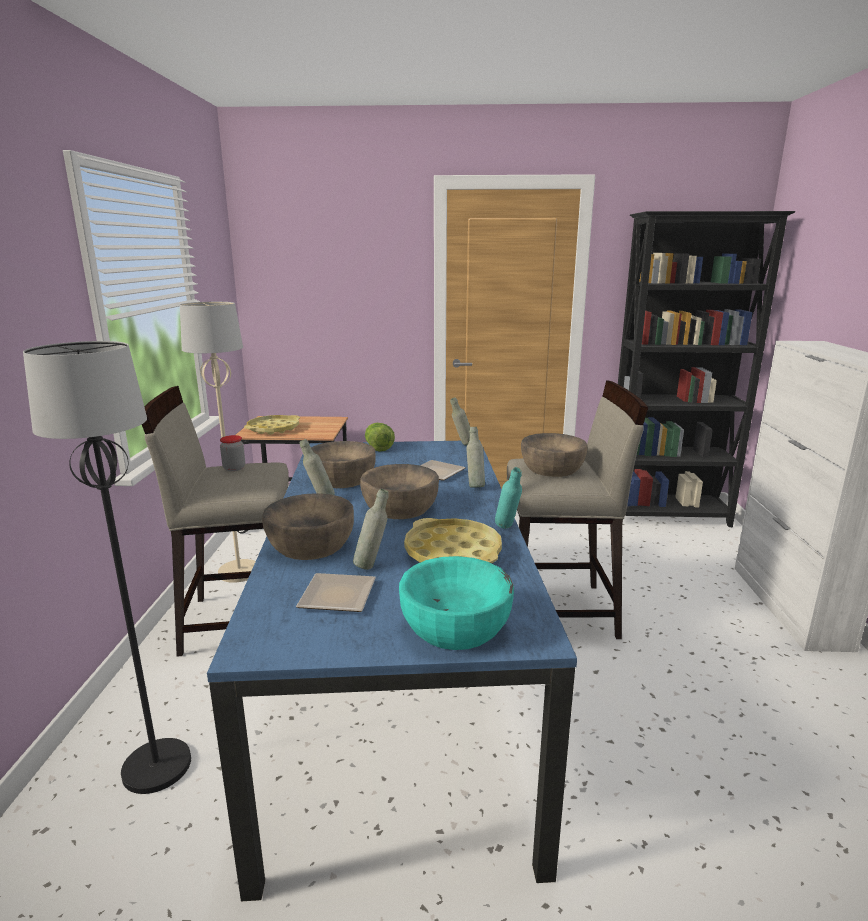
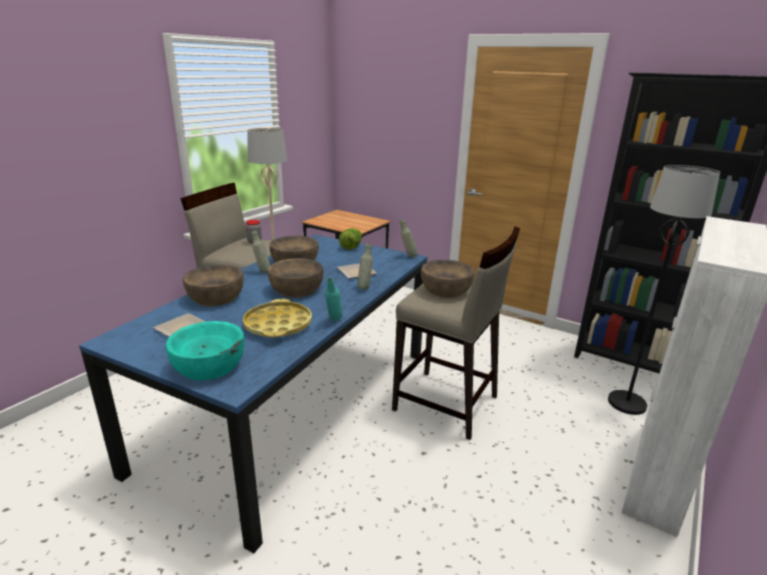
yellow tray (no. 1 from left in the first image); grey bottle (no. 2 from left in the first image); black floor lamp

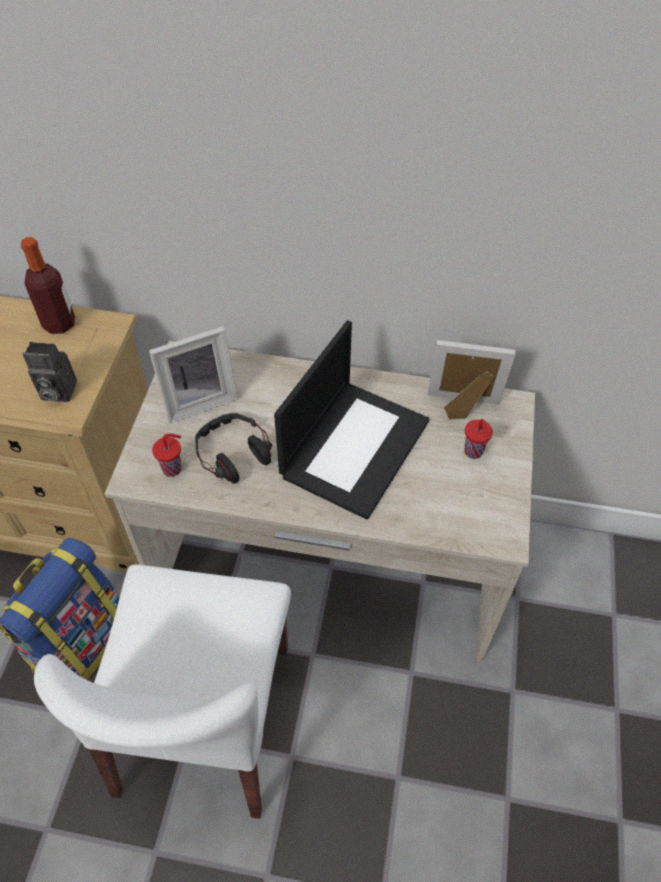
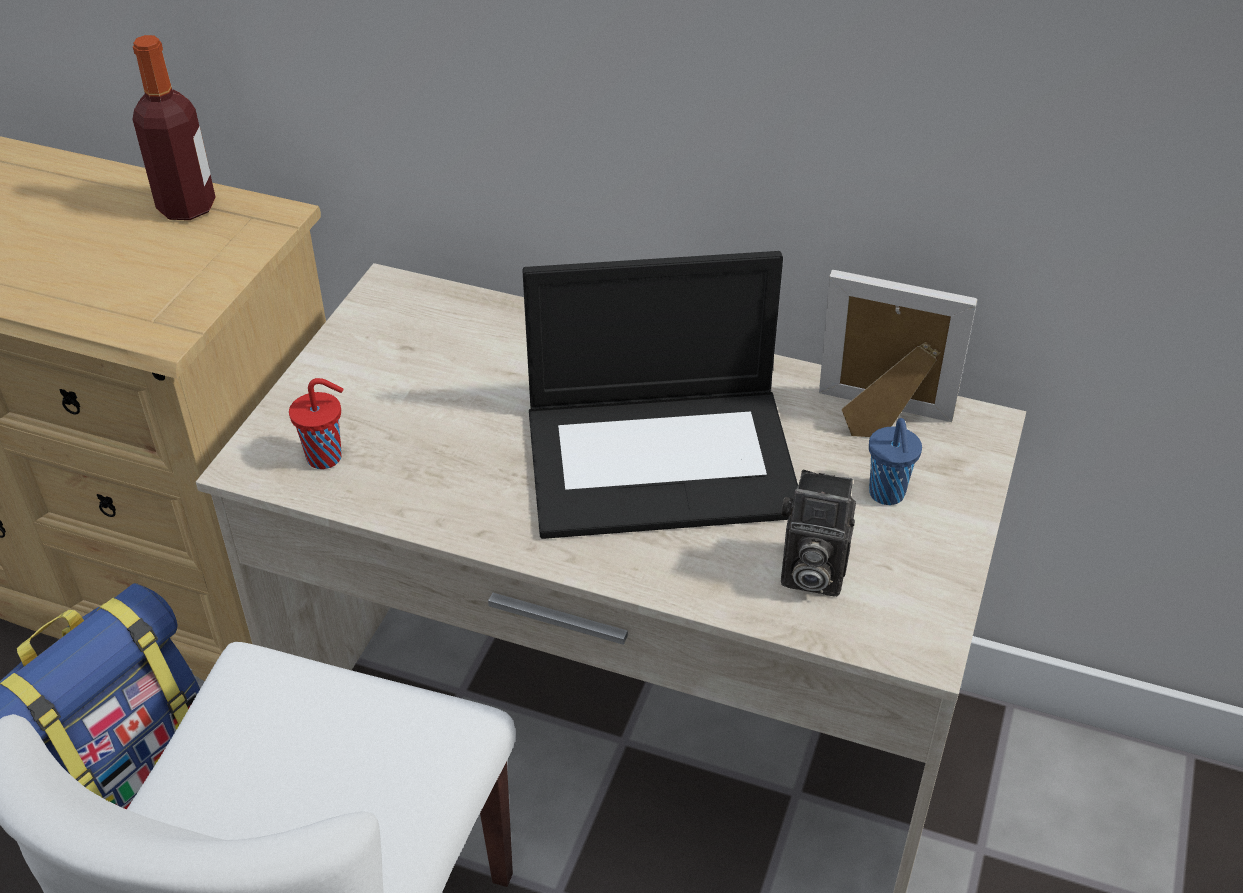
picture frame (no. 1 from left in the first image); headphones; photo camera; blue cup; laptop

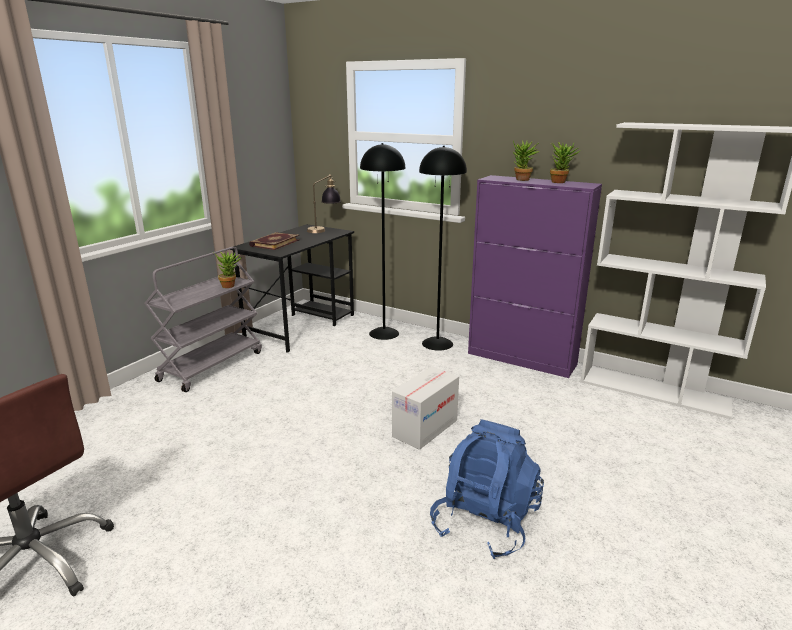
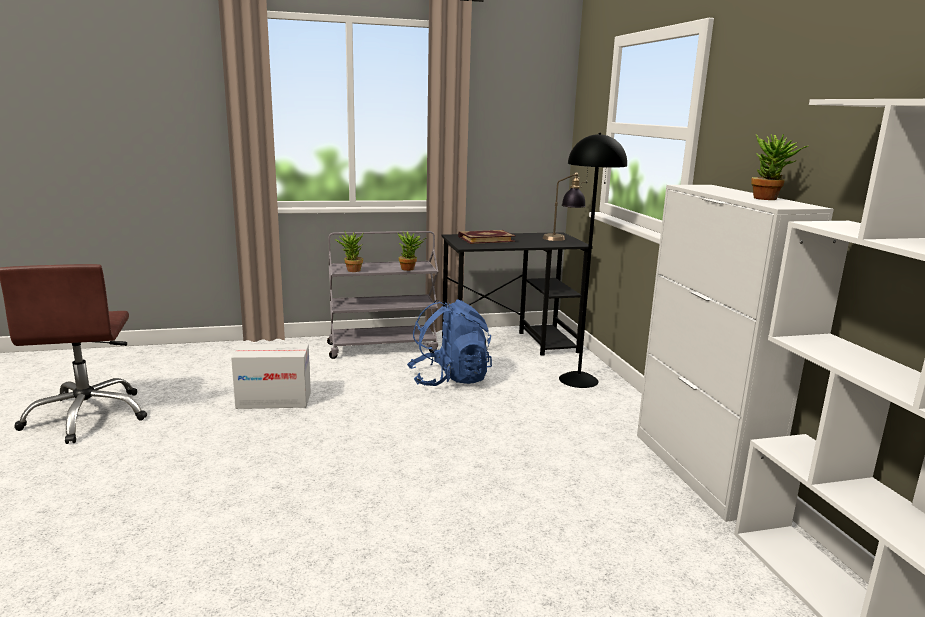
black floor lamp (no. 2 from left in the first image); cardboard box; blue backpack; potted plant (no. 1 from left); white cabinet

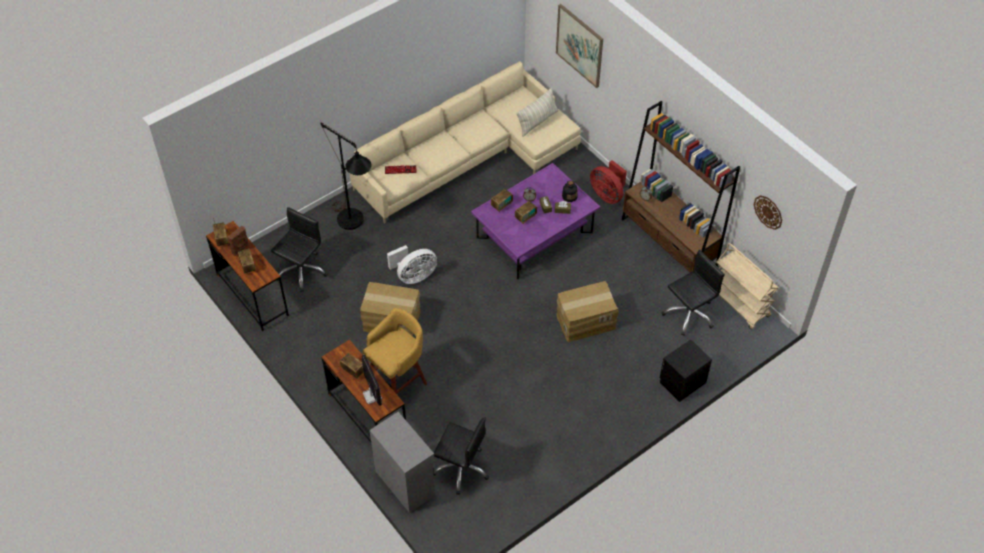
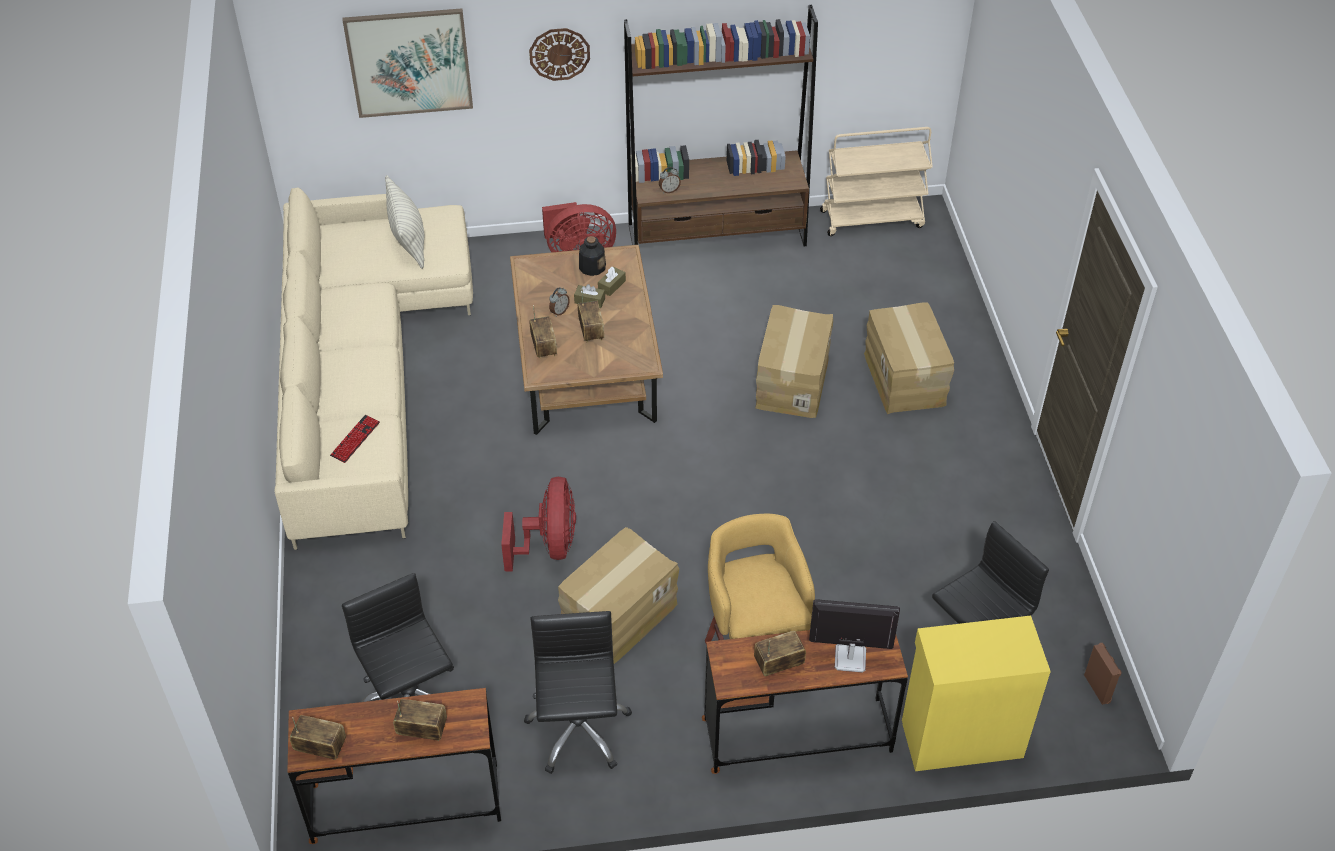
black floor lamp; black nightstand; cardboard box (no. 3 from left); brown speaker; black office chair (no. 2 from left); wall clock; yellow cabinet; red fan (no. 1 from left); brown coffee table

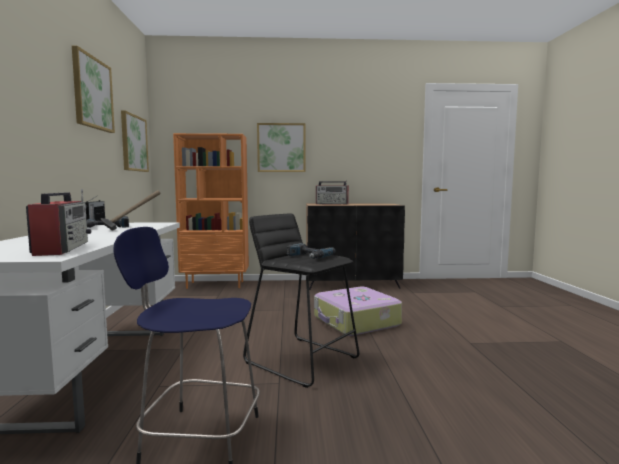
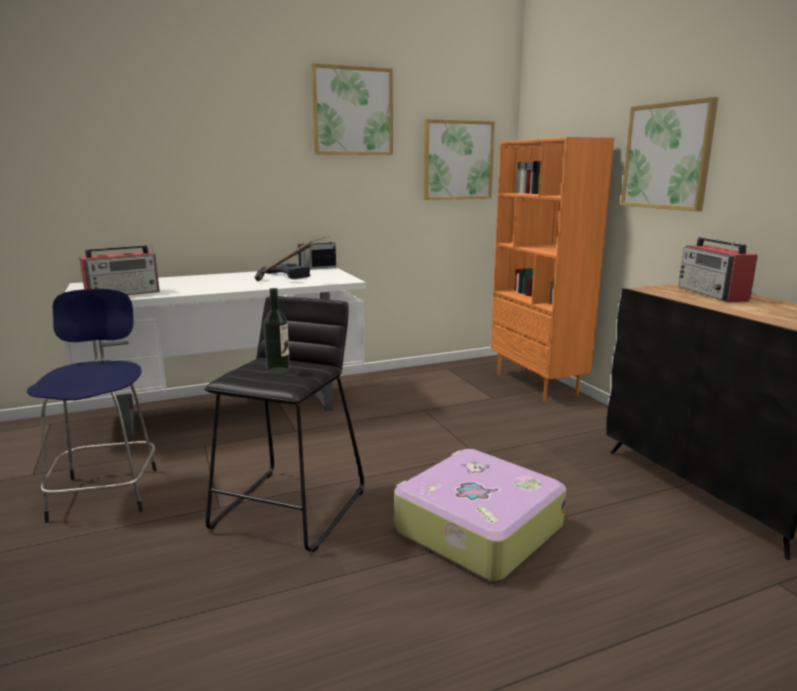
bottle

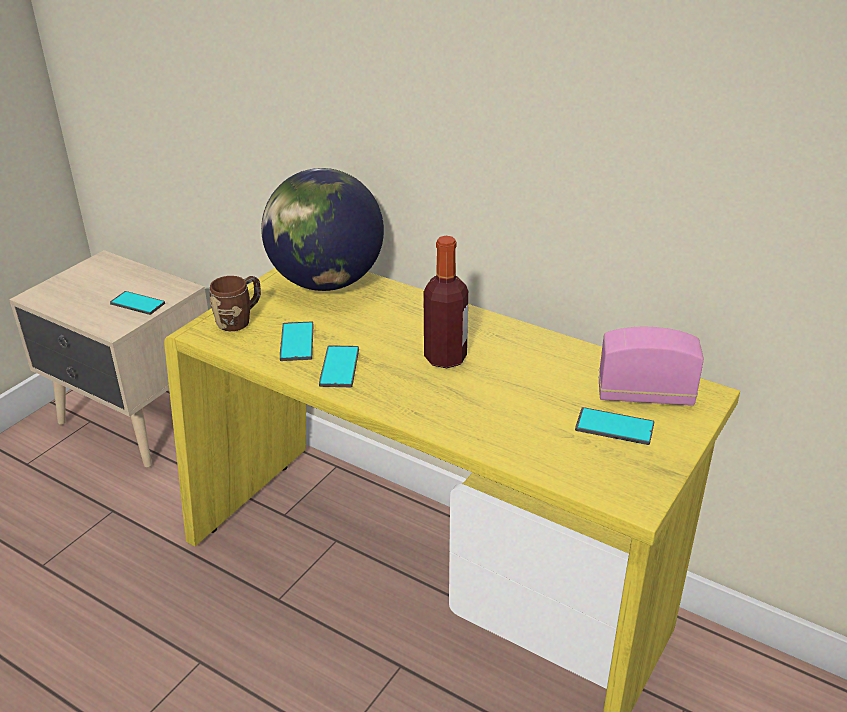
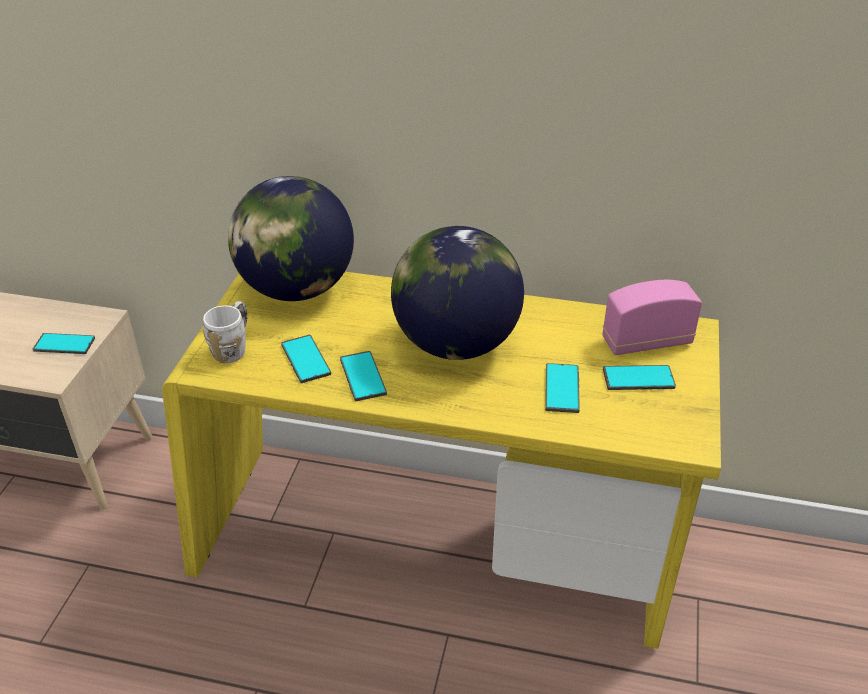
phone (no. 4 from left); globe (no. 2 from left); white mug

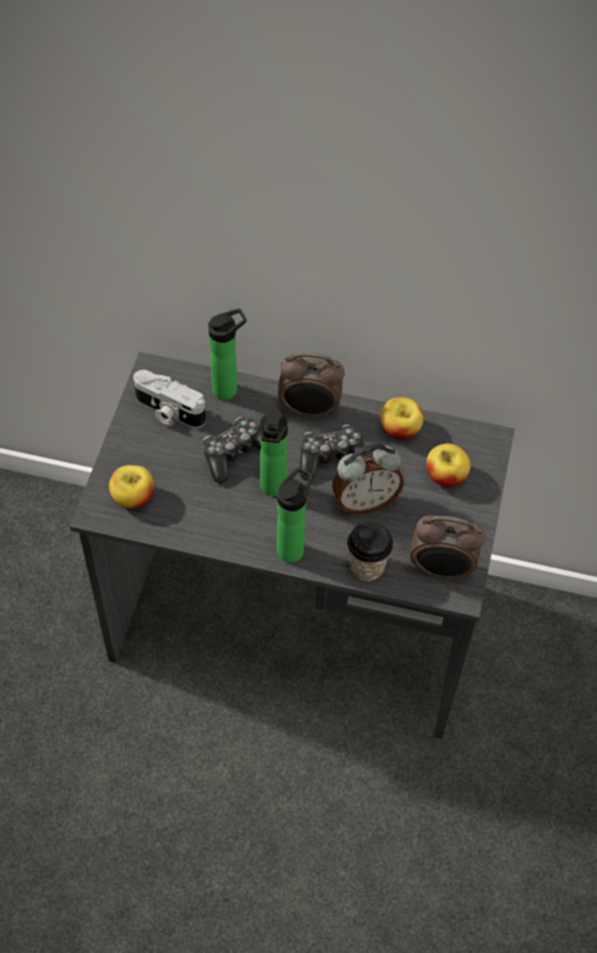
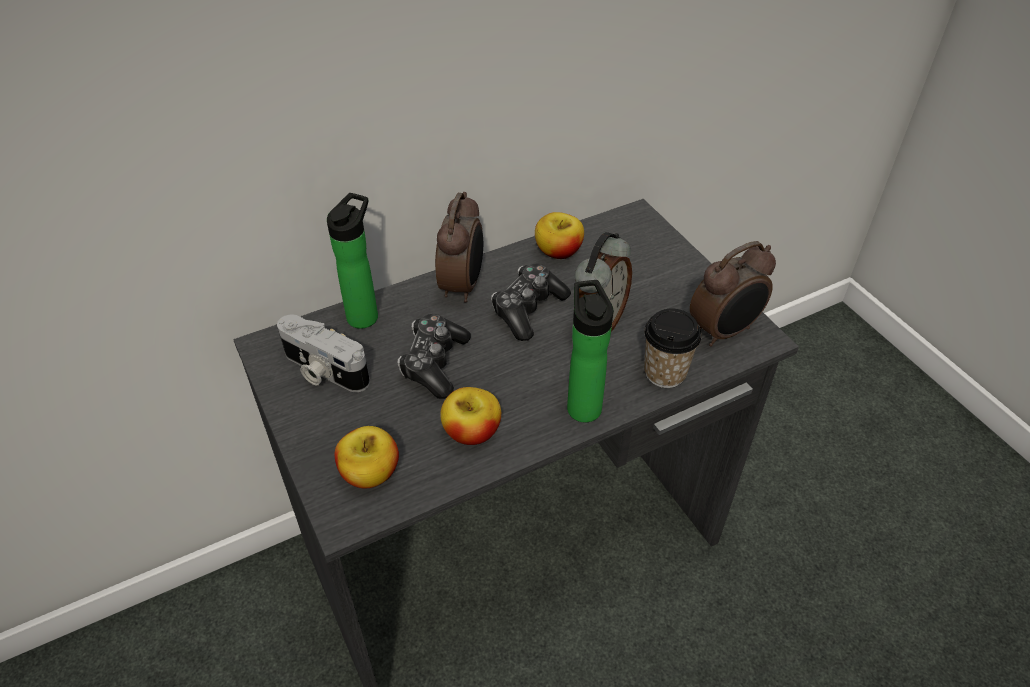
bottle (no. 2 from left in the first image); apple (no. 2 from left); photo camera; alarm clock (no. 1 from left)

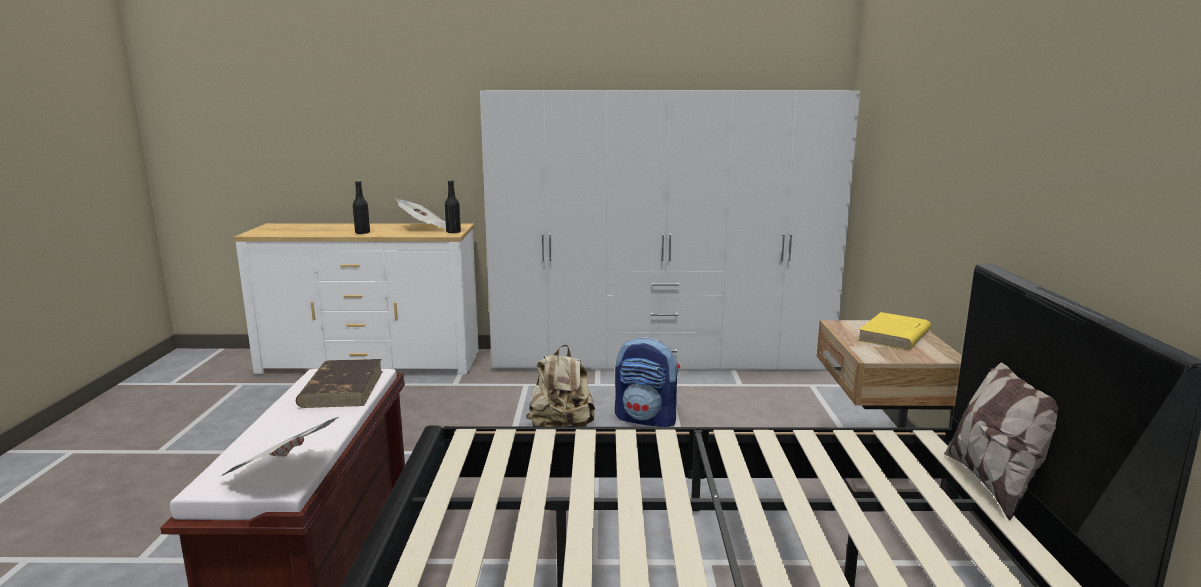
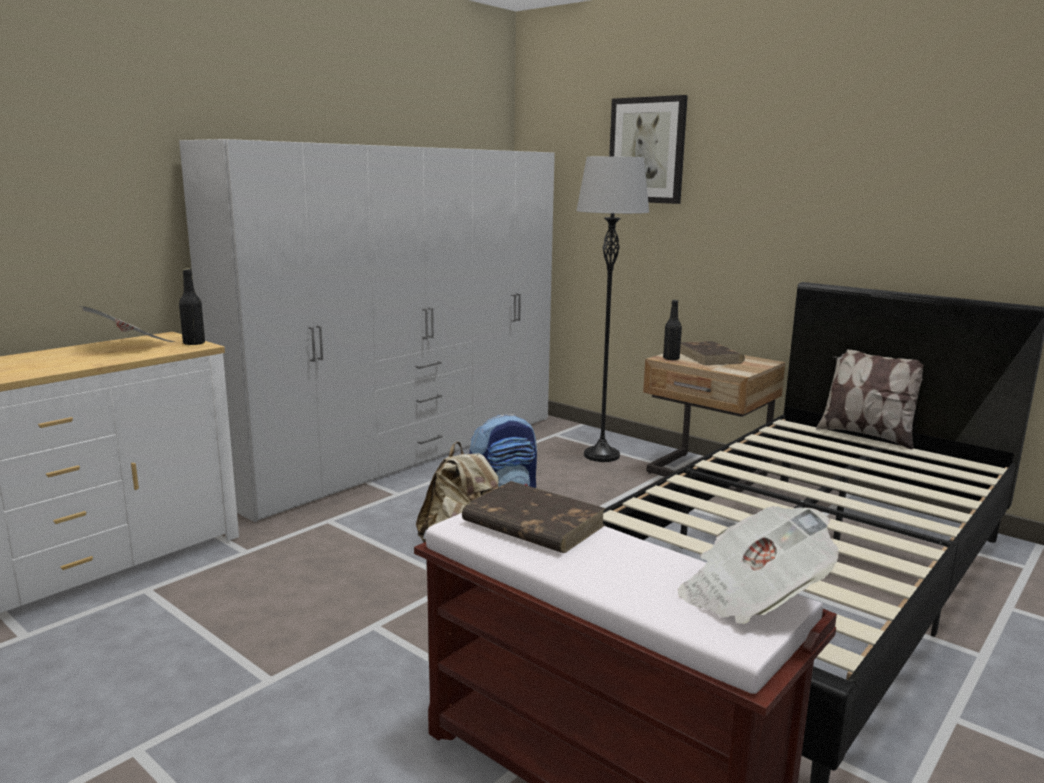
grey floor lamp; picture; black bottle (no. 2 from left); brown book (no. 2 from left)

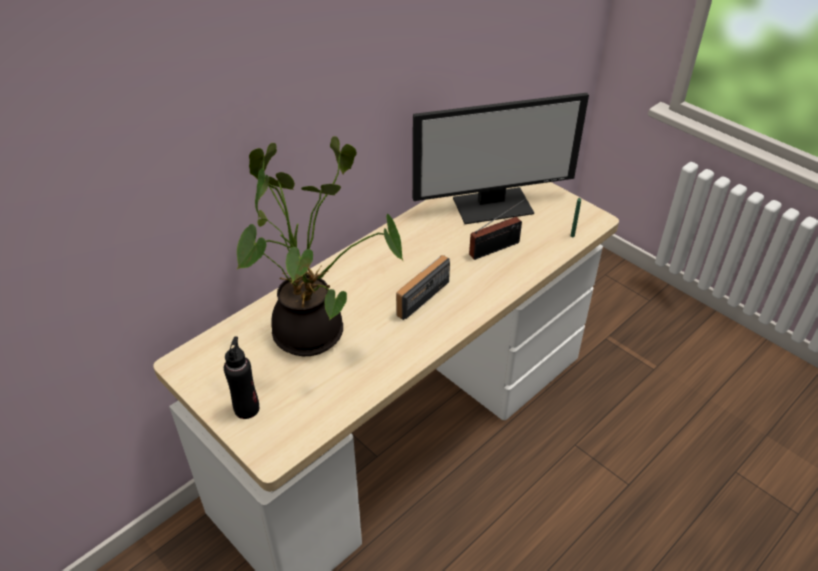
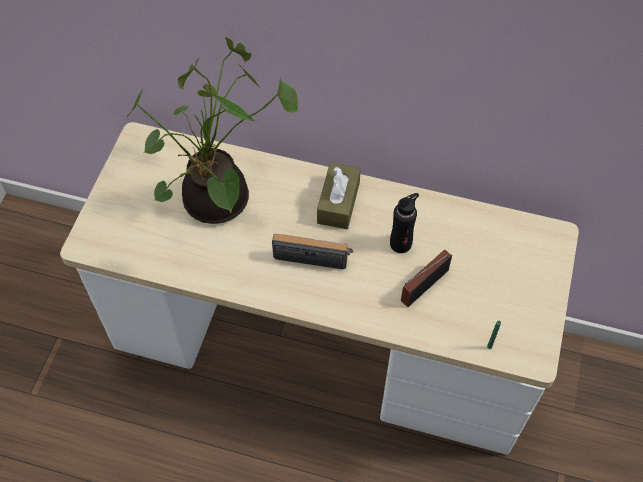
monitor; brown tissue box; black bottle; radio (no. 2 from left)

